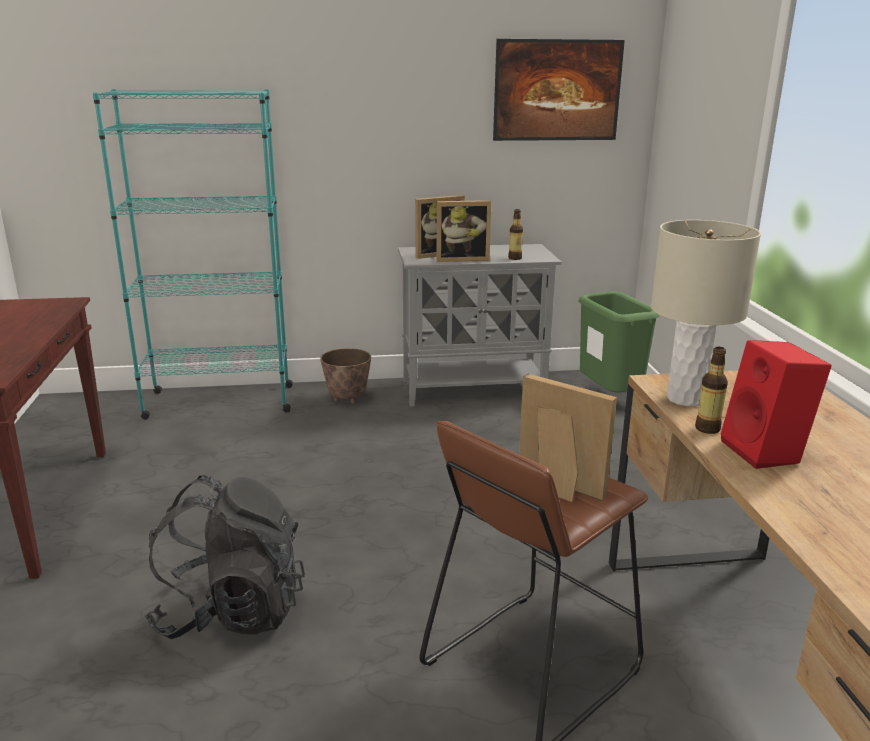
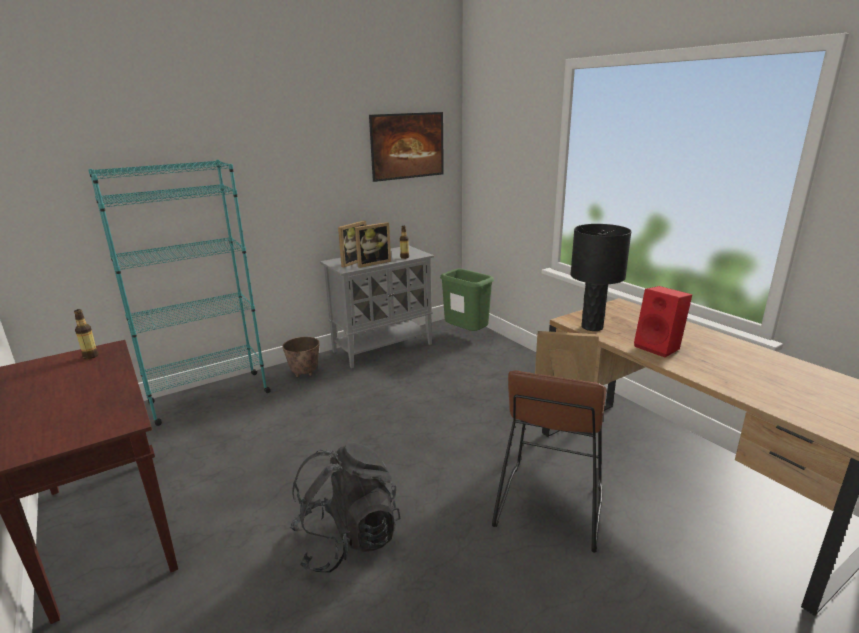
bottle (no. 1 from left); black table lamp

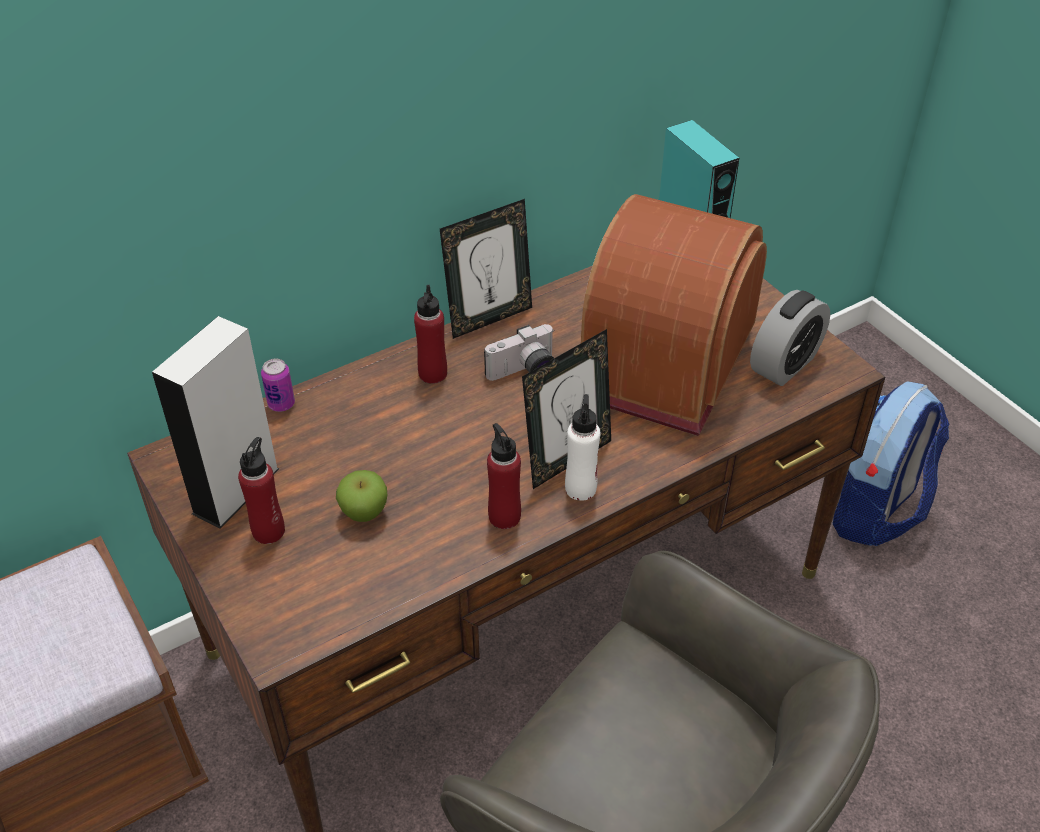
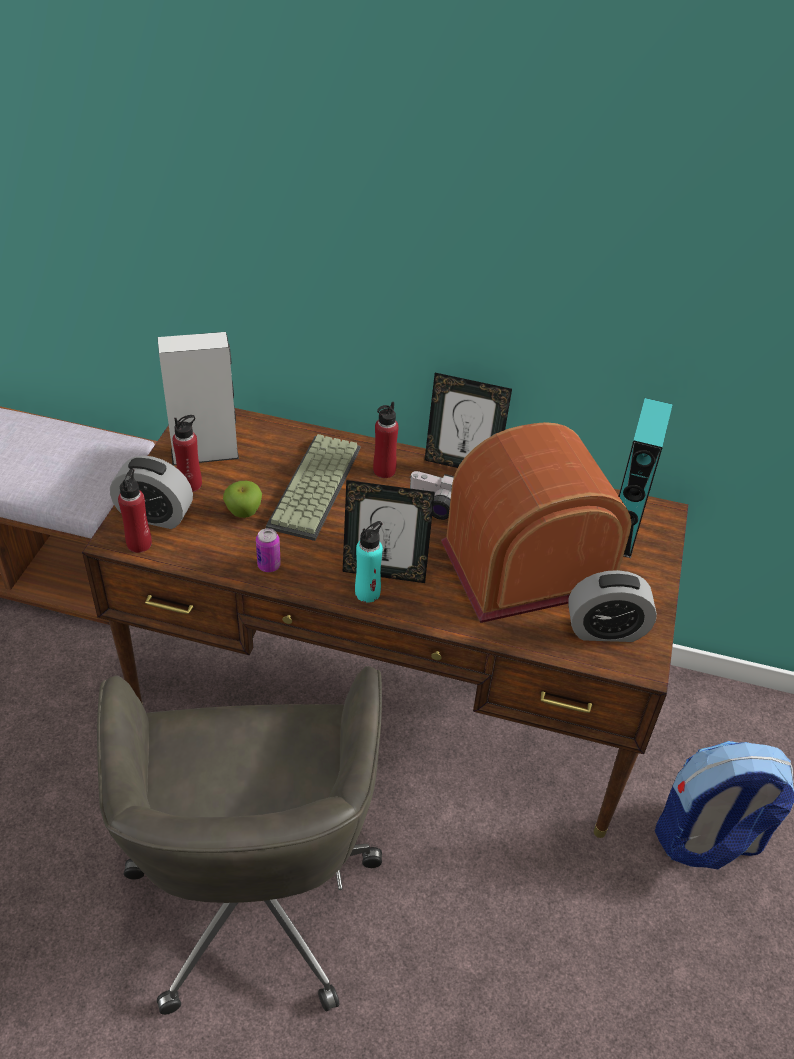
alarm clock (no. 1 from left); keyboard; can; red bottle (no. 1 from left); turquoise bottle

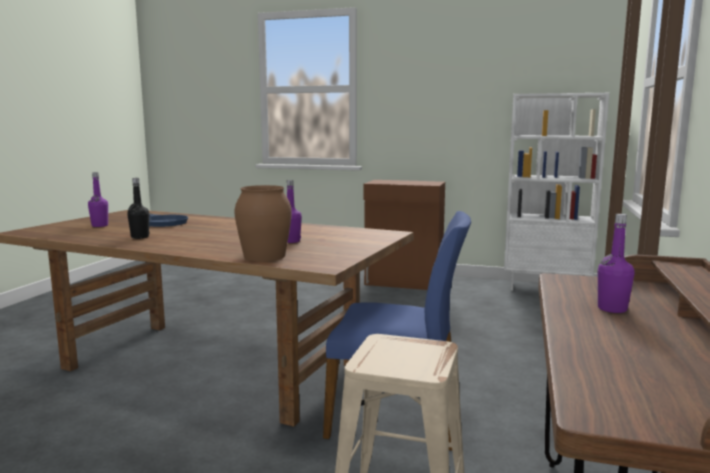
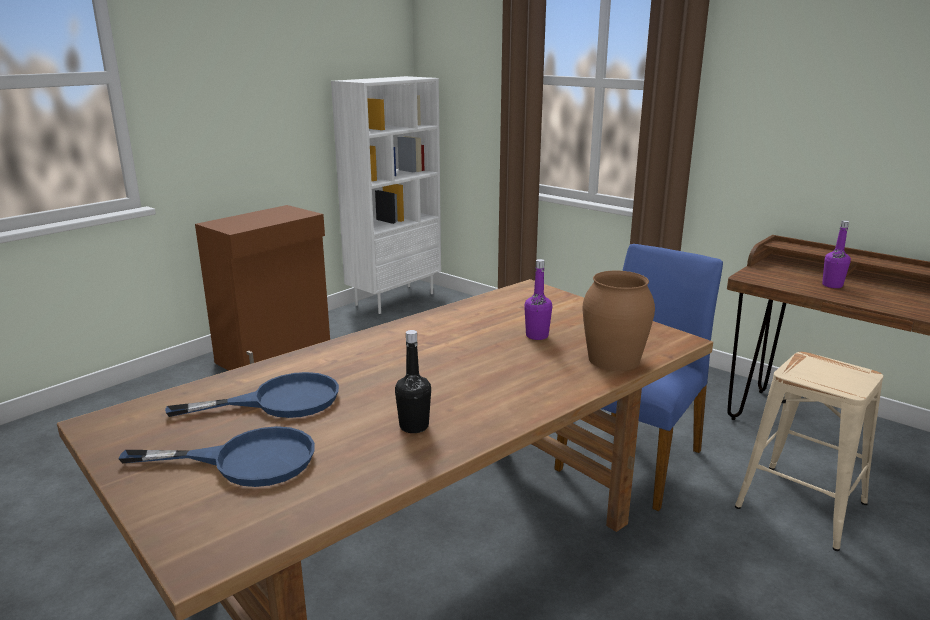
blue frying pan (no. 1 from left)

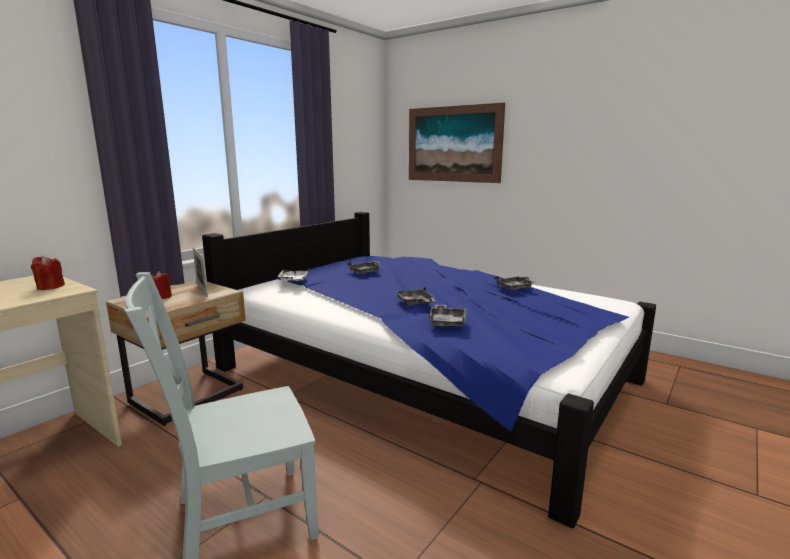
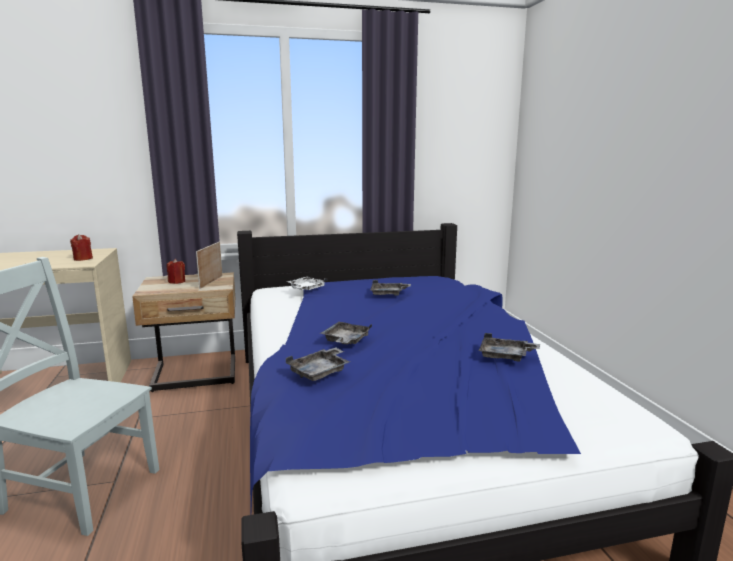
picture

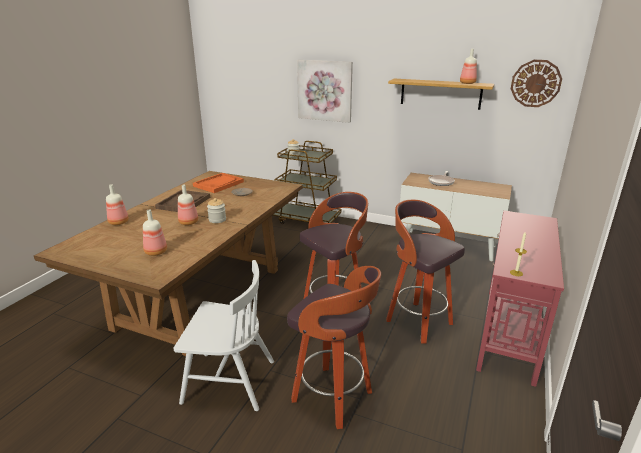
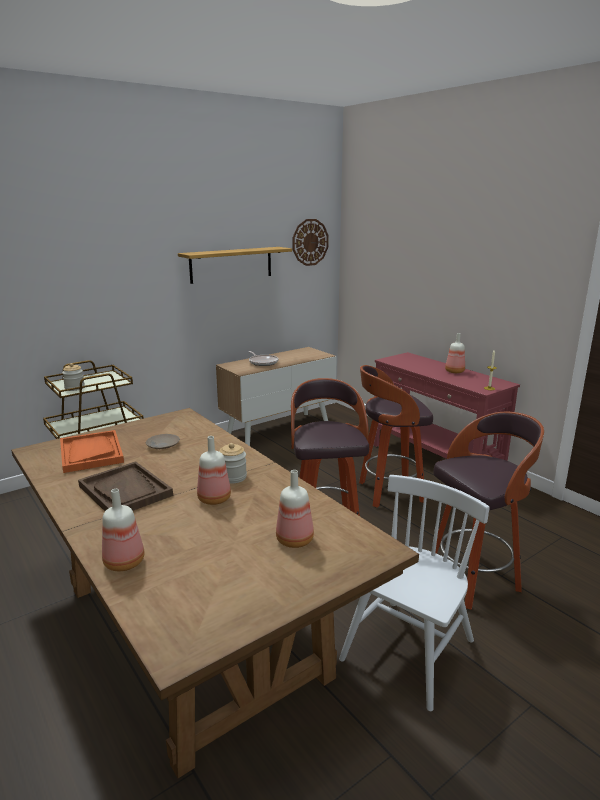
picture; bottle (no. 4 from left)

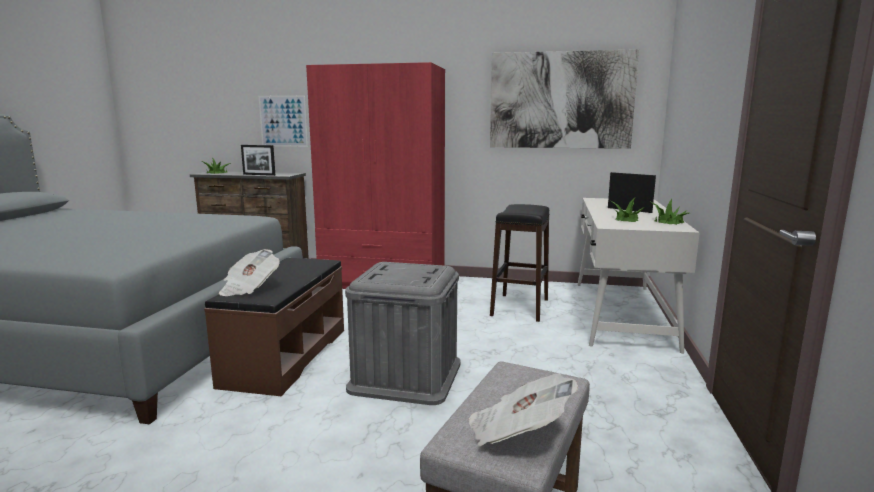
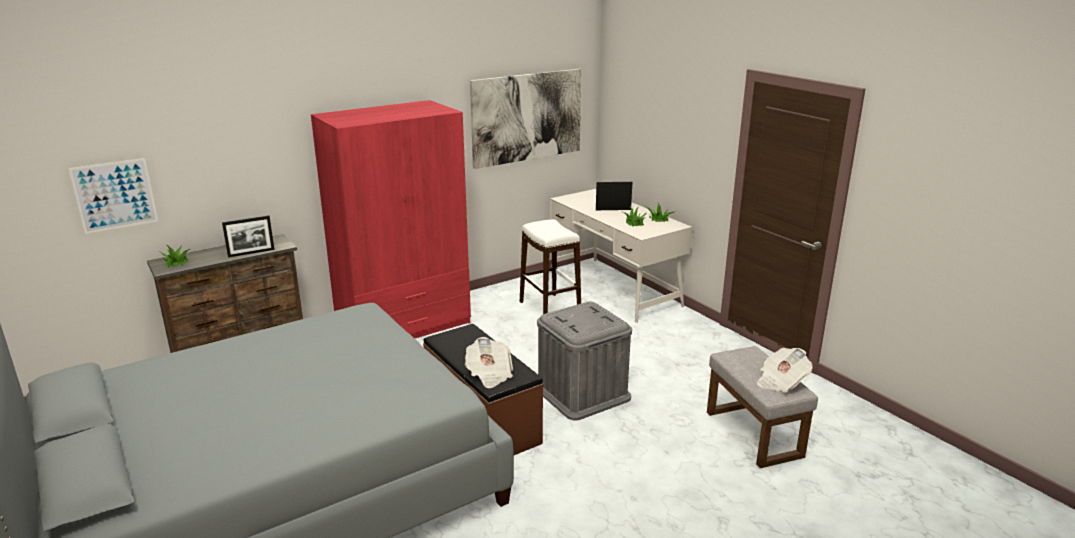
picture (no. 1 from left); white stool

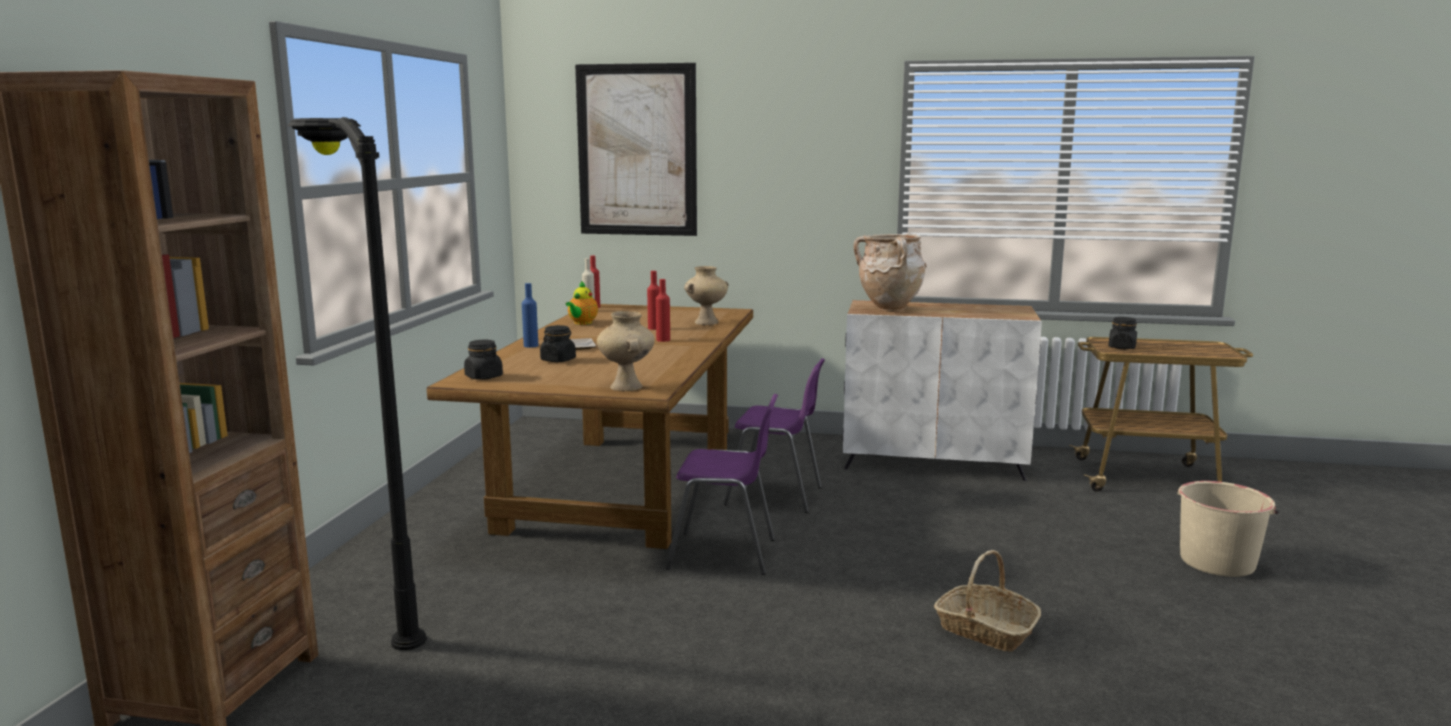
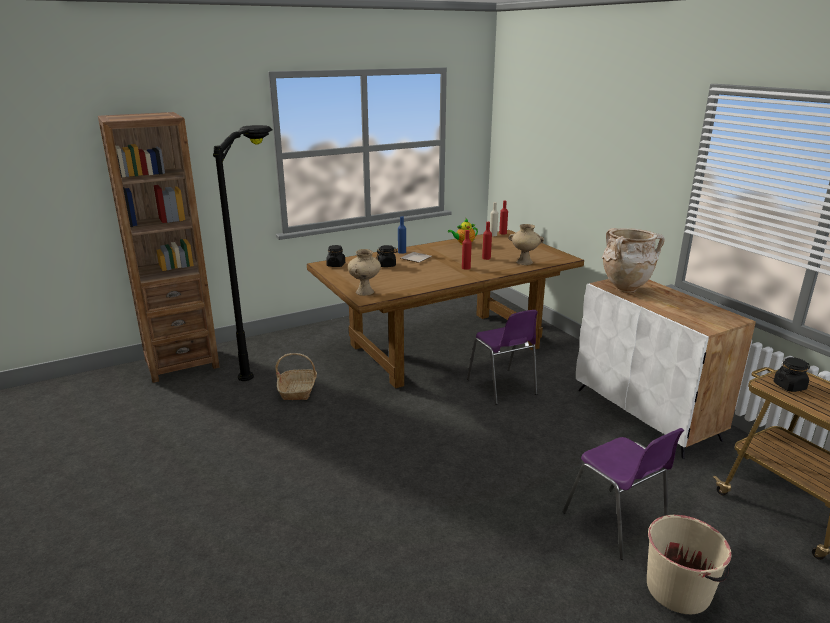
picture; purple chair (no. 2 from left); basket

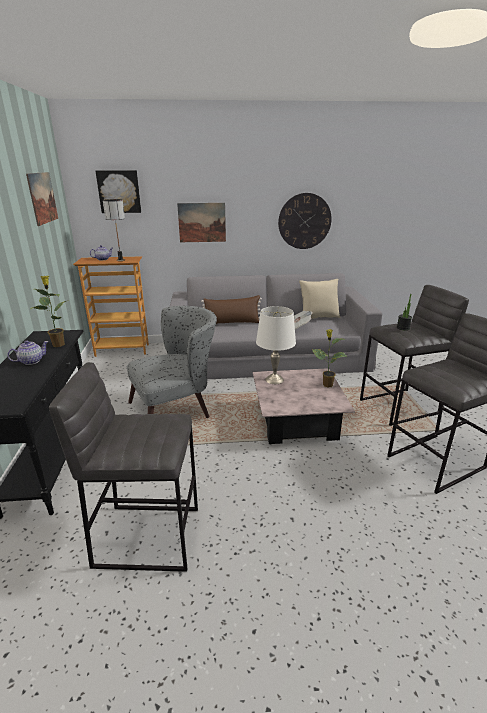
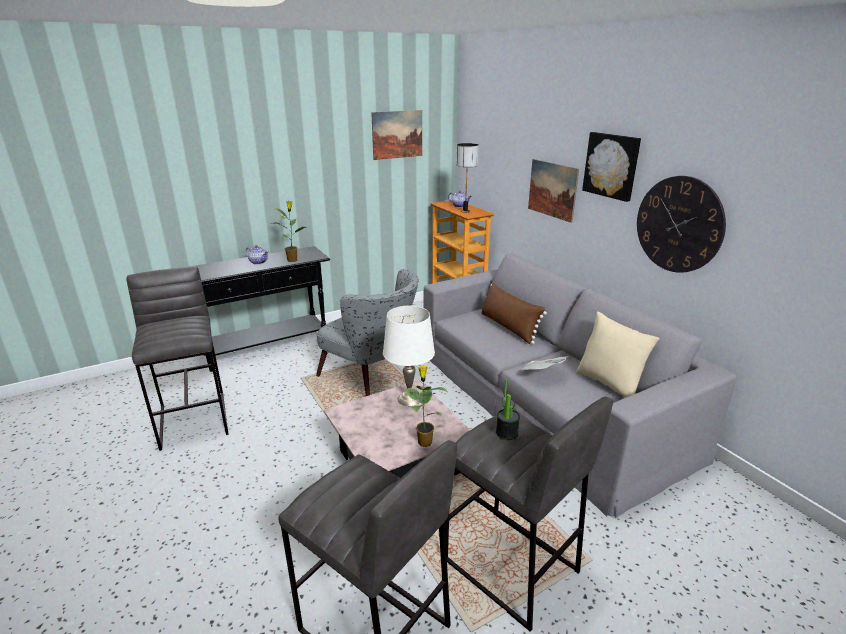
picture (no. 3 from left)

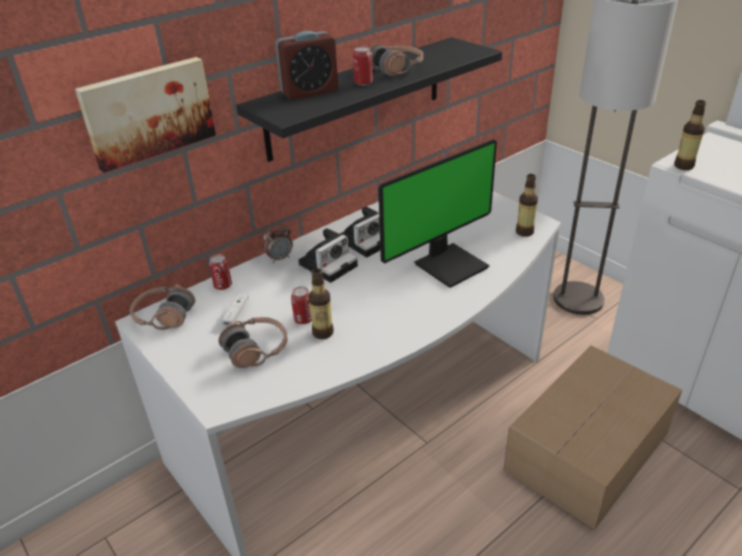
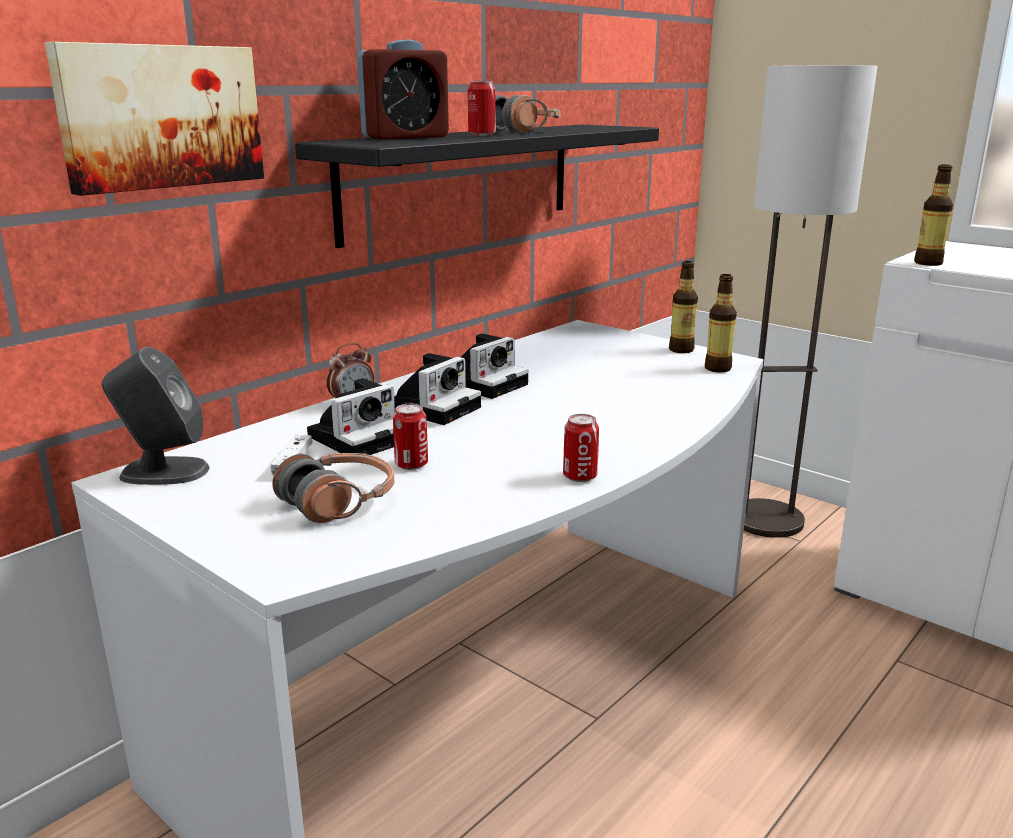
monitor; cardboard box; photo camera (no. 1 from left); can (no. 3 from left); bottle (no. 1 from left); grey speaker

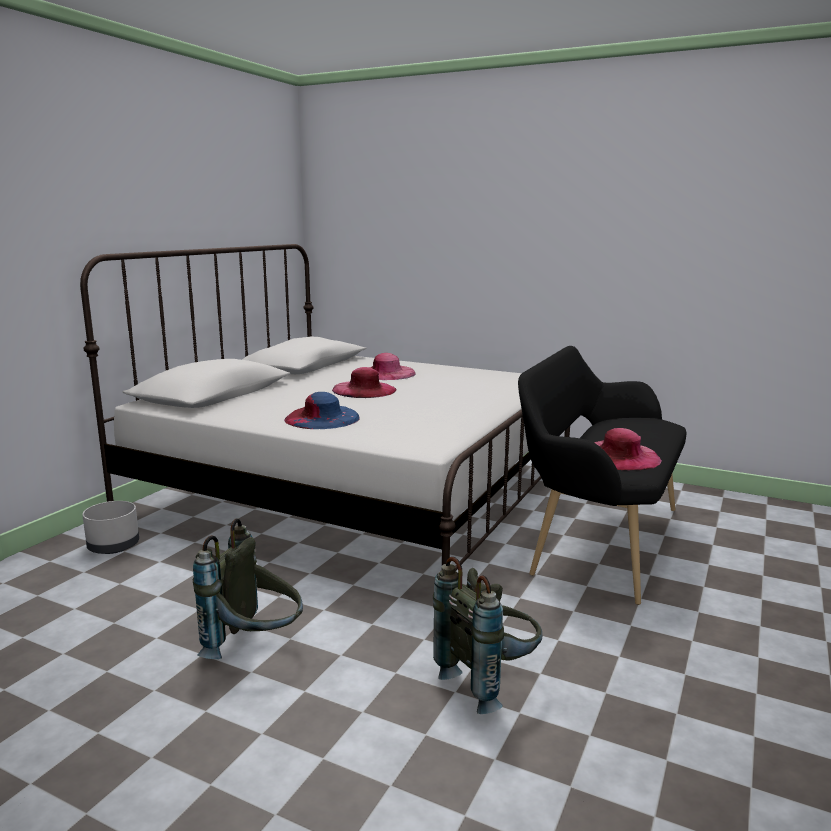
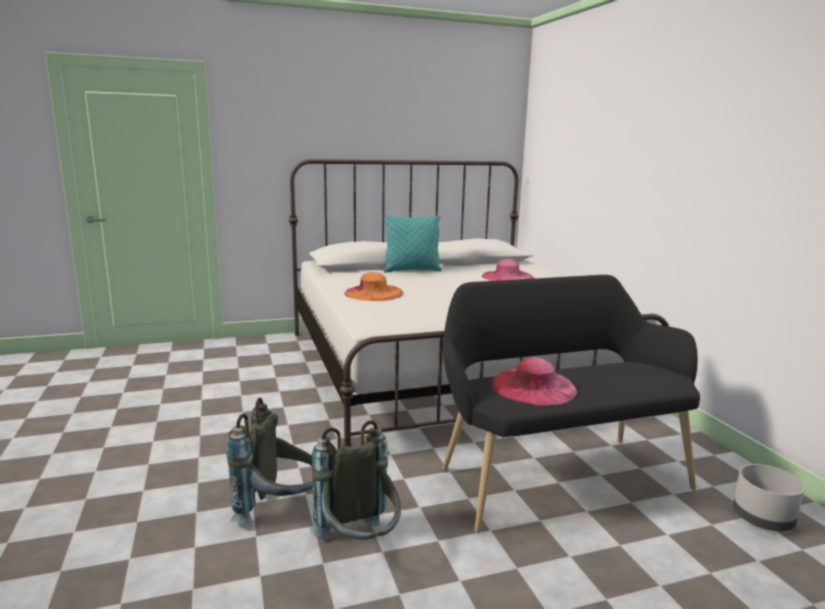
pink hat (no. 1 from left in the first image); turquoise pillow; grey planter; grey backpack (no. 2 from left); orange hat

